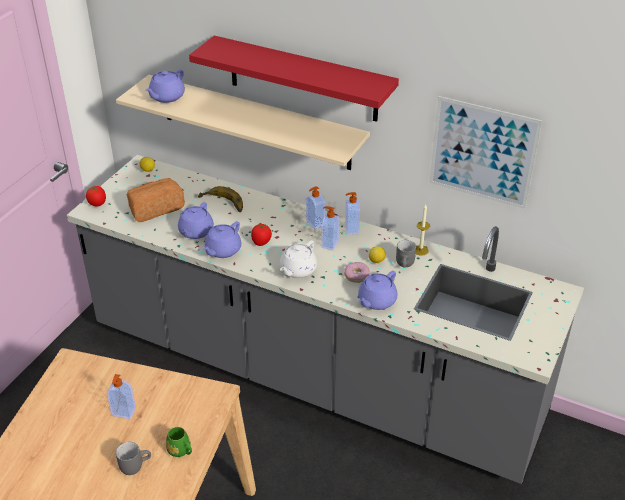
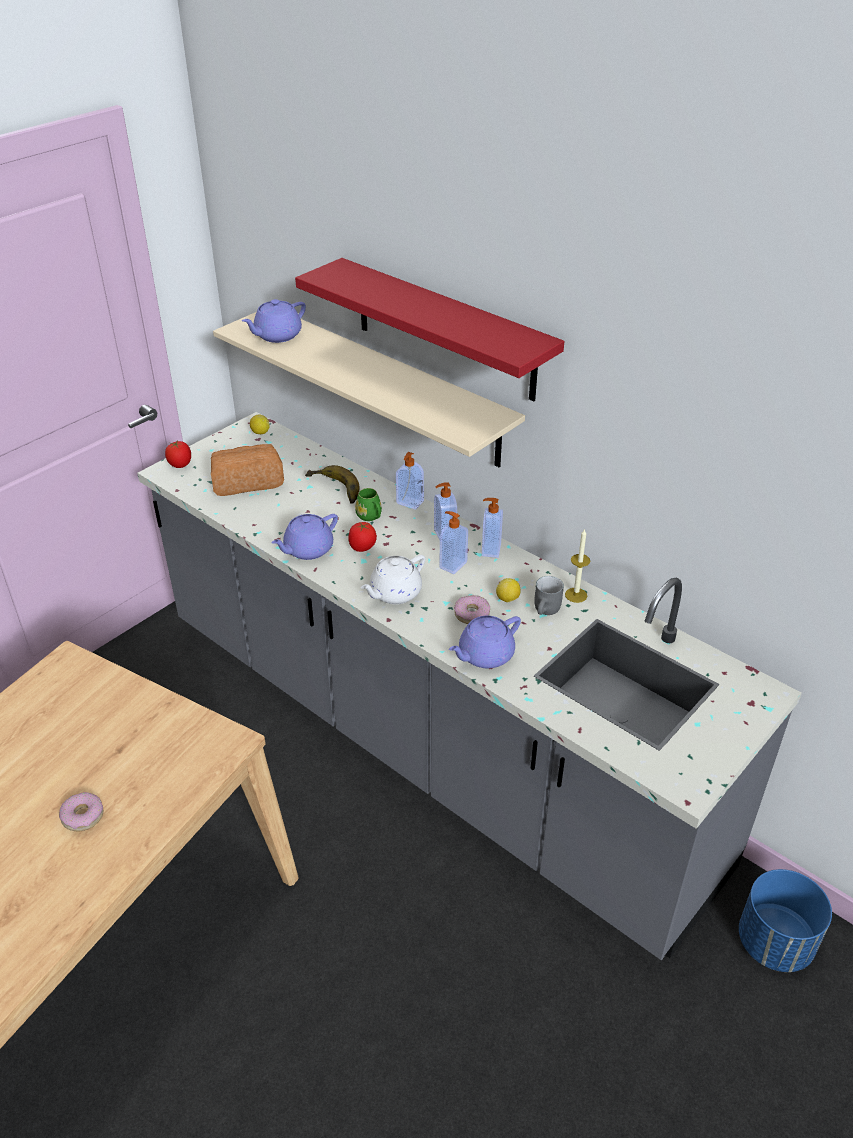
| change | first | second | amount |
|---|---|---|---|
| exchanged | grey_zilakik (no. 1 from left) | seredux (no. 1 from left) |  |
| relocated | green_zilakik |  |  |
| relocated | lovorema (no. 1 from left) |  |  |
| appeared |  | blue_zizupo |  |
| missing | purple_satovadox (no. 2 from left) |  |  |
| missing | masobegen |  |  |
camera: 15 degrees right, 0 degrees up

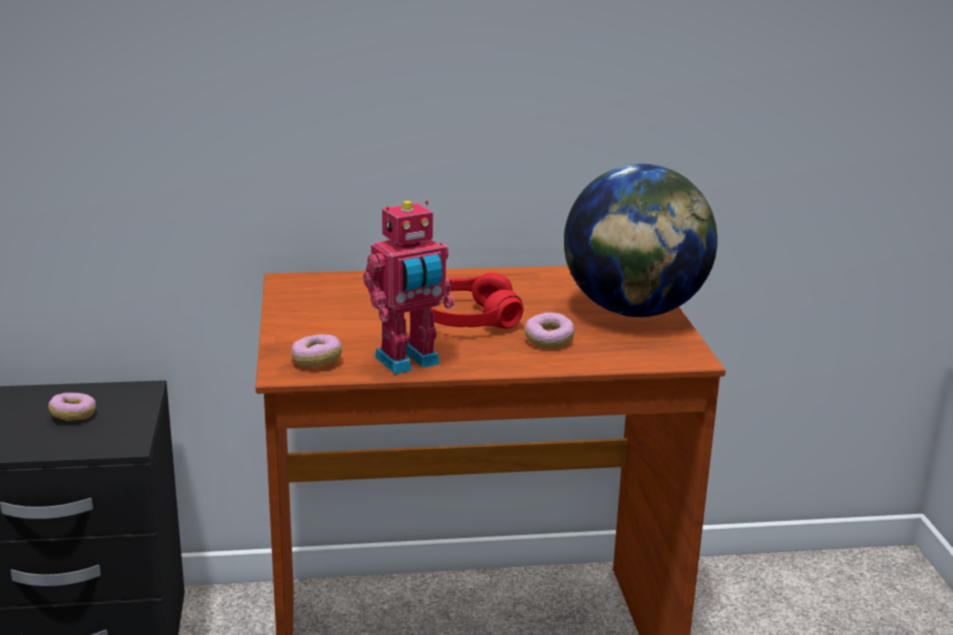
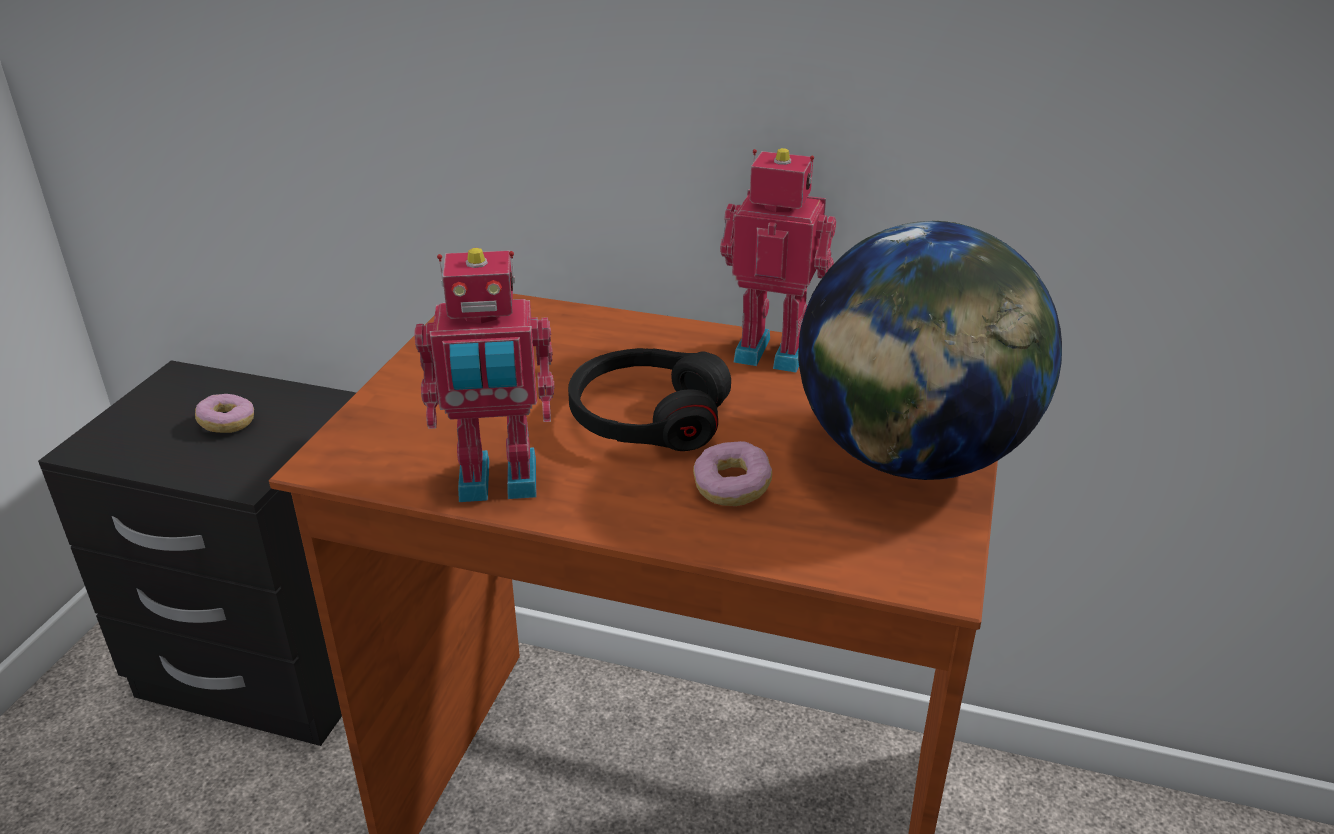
| change | first | second | amount |
|---|---|---|---|
| colour | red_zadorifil | black_zadorifil |  |
| appeared |  | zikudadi (no. 2 from left) |  |
| missing | seredux (no. 2 from left) |  |  |
camera: 25 degrees right, 10 degrees up

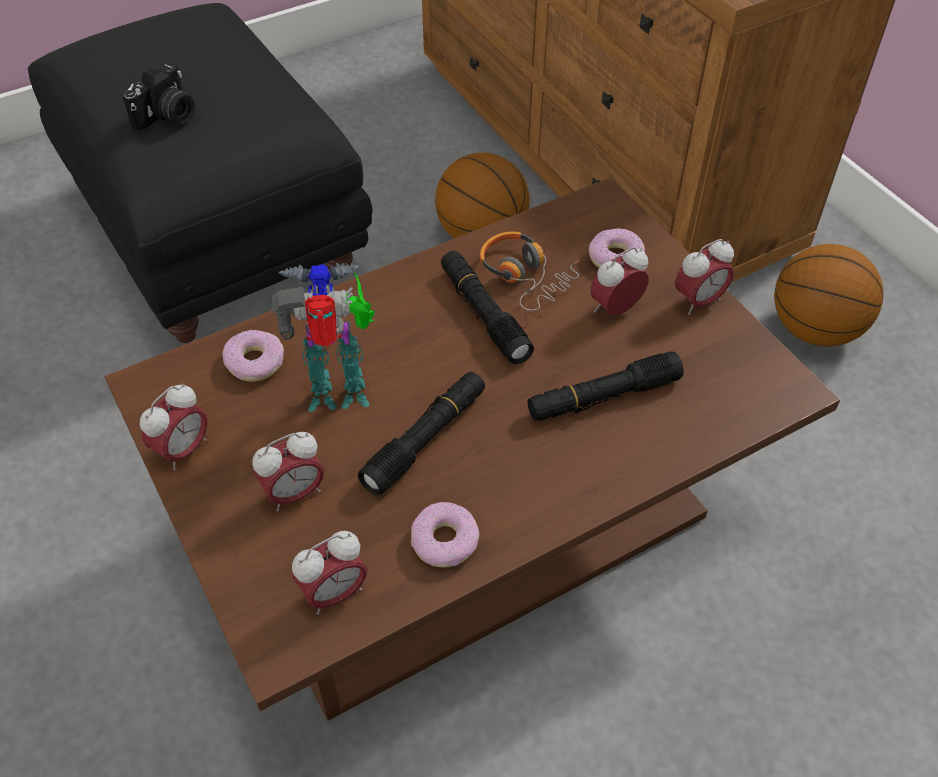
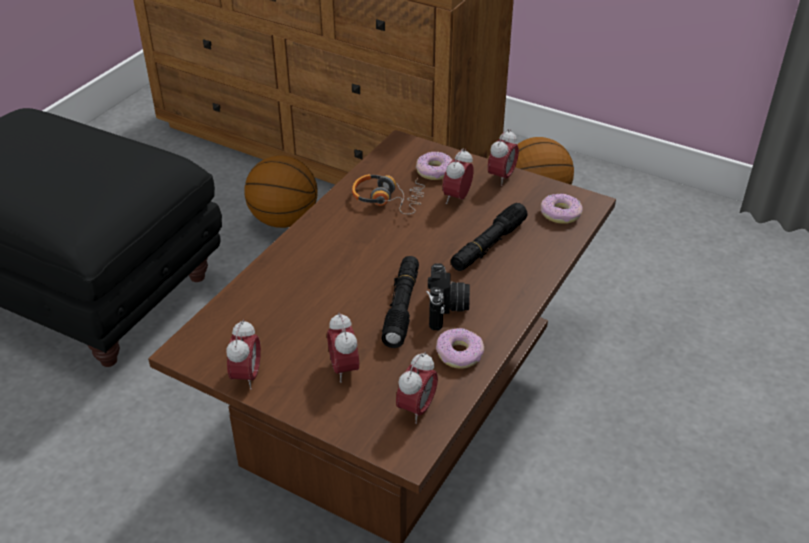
| change | first | second | amount |
|---|---|---|---|
| spun | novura (no. 2 from left) |  | 135 degrees clockwise |
| relocated | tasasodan |  |  |
| relocated | seredux (no. 1 from left in the first image) | seredux (no. 3 from left) |  |
| missing | zikudadi |  |  |
| missing | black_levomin (no. 2 from left) |  |  |
camera: 30 degrees left, 10 degrees down

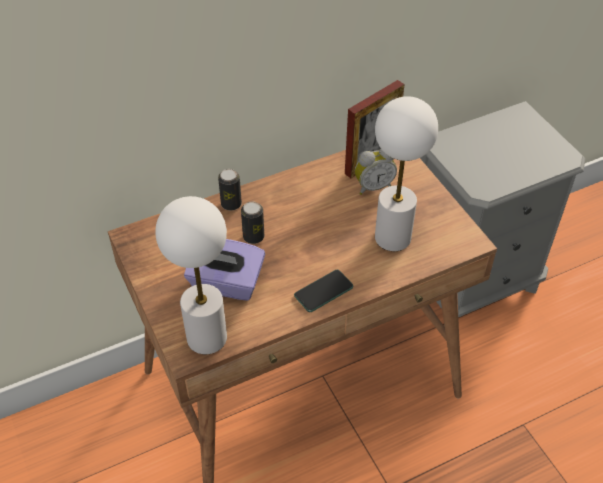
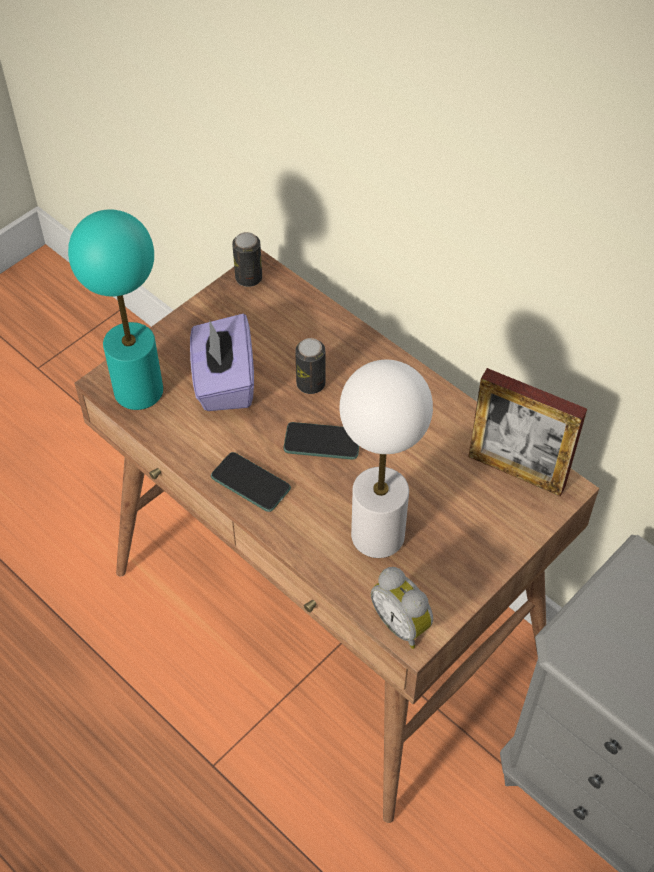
| change | first | second | amount |
|---|---|---|---|
| colour | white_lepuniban (no. 1 from left) | turquoise_lepuniban |  |
| relocated | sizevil (no. 1 from left) |  |  |
| appeared |  | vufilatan (no. 2 from left) |  |
| relocated | novura |  |  |
camera: 70 degrees right, 5 degrees up

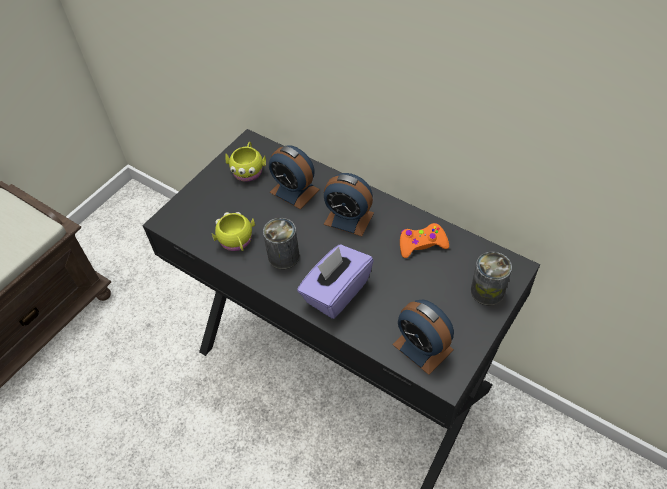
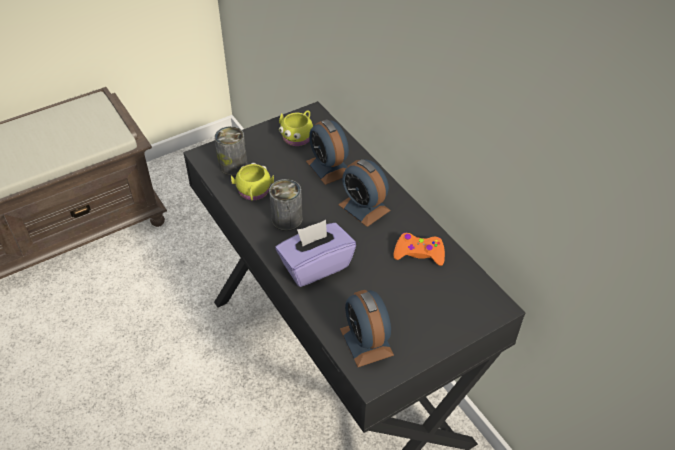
| change | first | second | amount |
|---|---|---|---|
| relocated | sizevil (no. 2 from left in the first image) | sizevil (no. 1 from left) |  |
camera: 20 degrees right, 5 degrees down

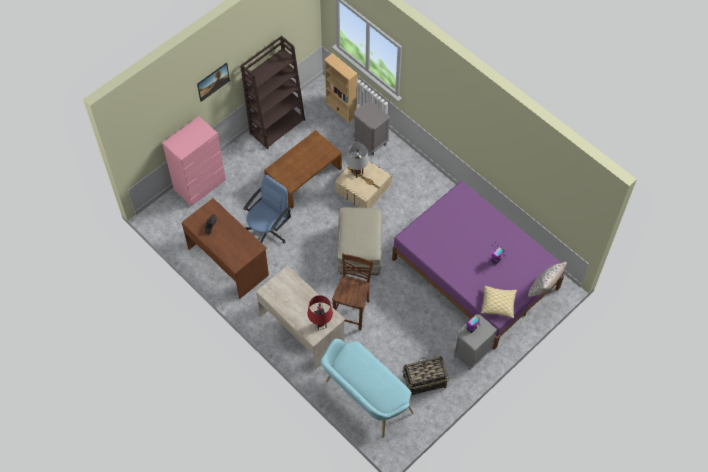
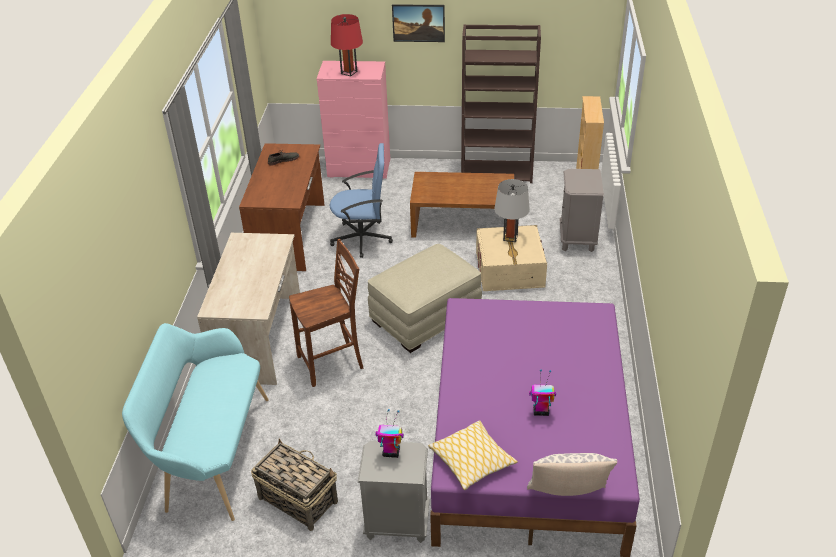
| change | first | second | amount |
|---|---|---|---|
| relocated | red_lepuniban |  |  |
camera: 50 degrees right, 20 degrees down

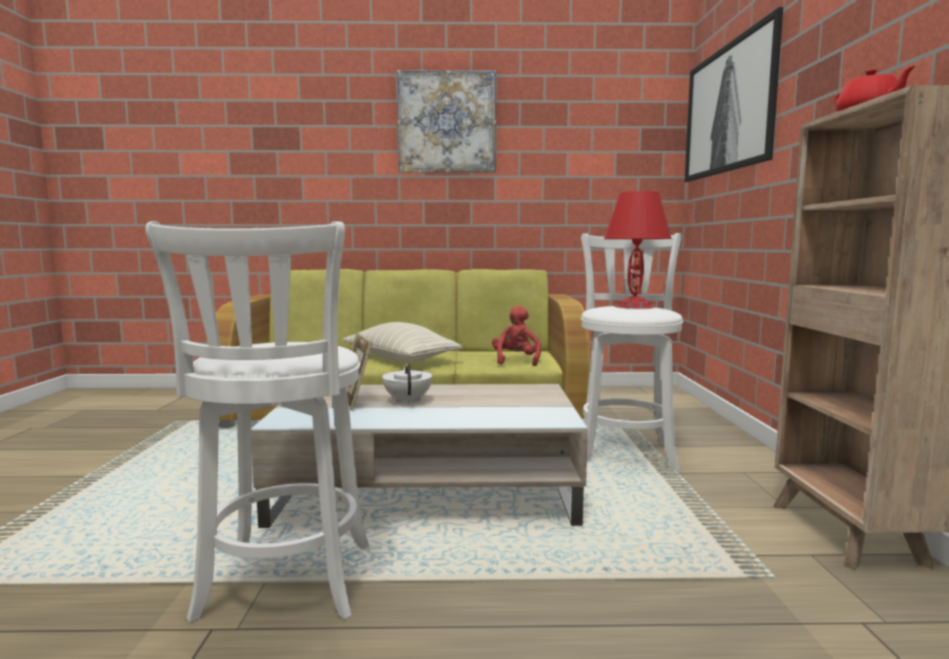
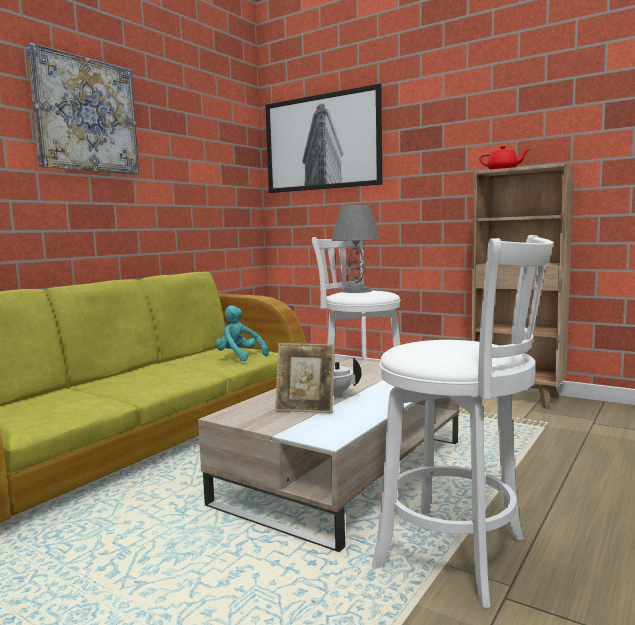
| change | first | second | amount |
|---|---|---|---|
| colour | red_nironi | turquoise_nironi |  |
| colour | red_lepuniban | grey_lepuniban |  |
| missing | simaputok |  |  |
camera: 55 degrees left, 0 degrees up

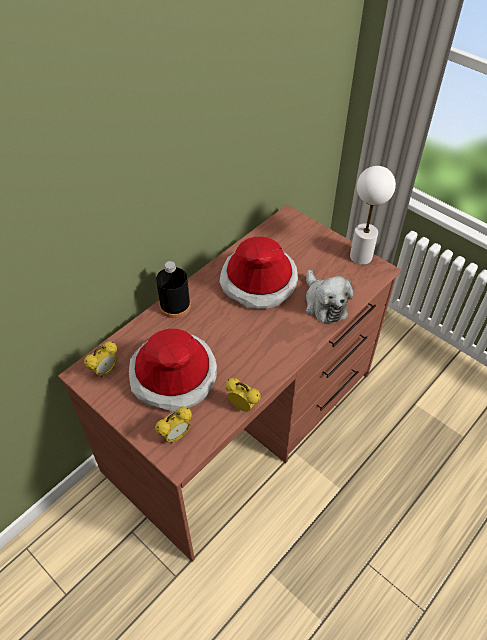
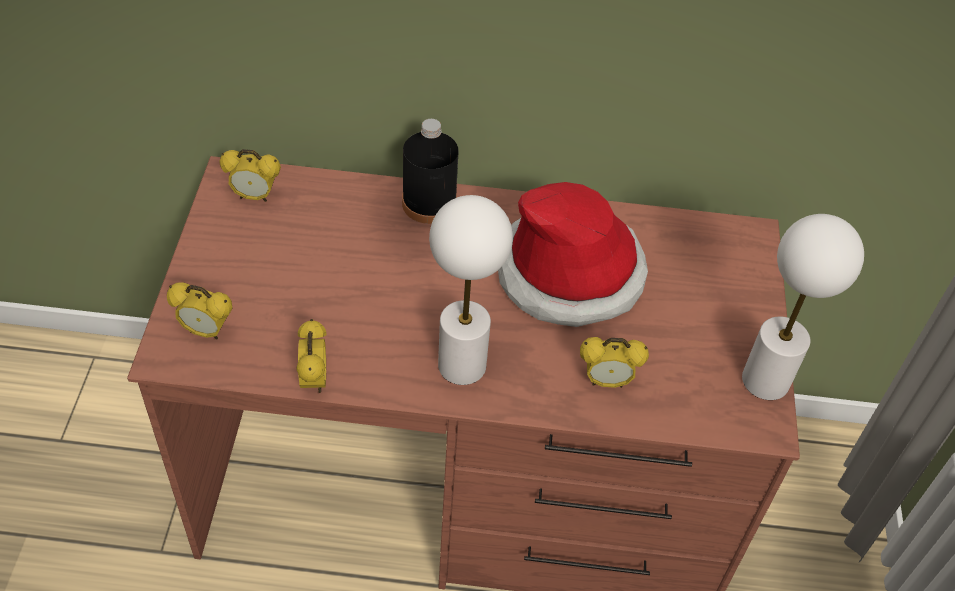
| change | first | second | amount |
|---|---|---|---|
| appeared |  | white_lepuniban (no. 1 from left) |  |
| exchanged | nironi | novura (no. 4 from left) |  |
| missing | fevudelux (no. 1 from left) |  |  |
camera: 50 degrees right, 0 degrees up

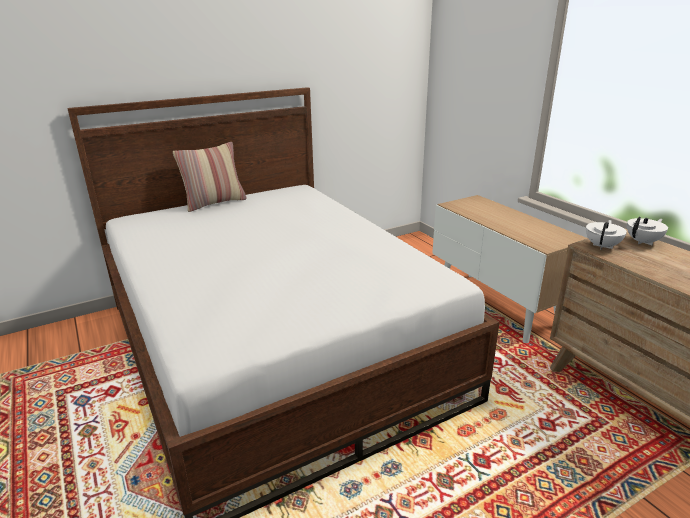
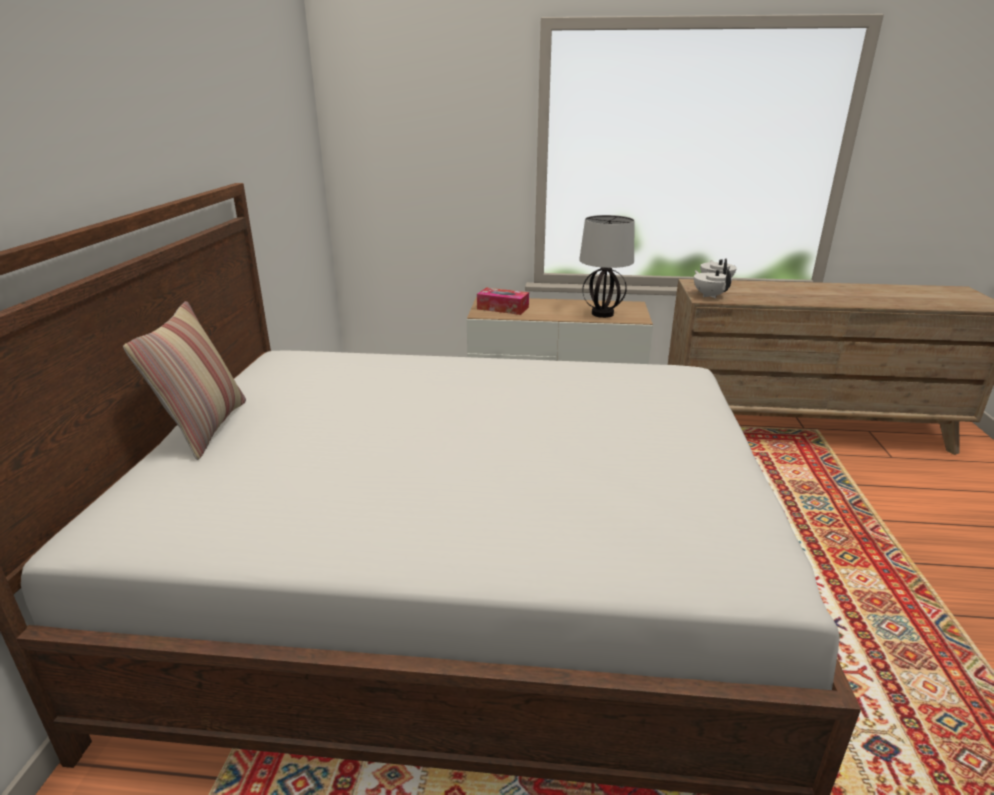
| change | first | second | amount |
|---|---|---|---|
| appeared |  | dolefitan |  |
| appeared |  | lepuniban |  |
camera: 55 degrees left, 0 degrees up

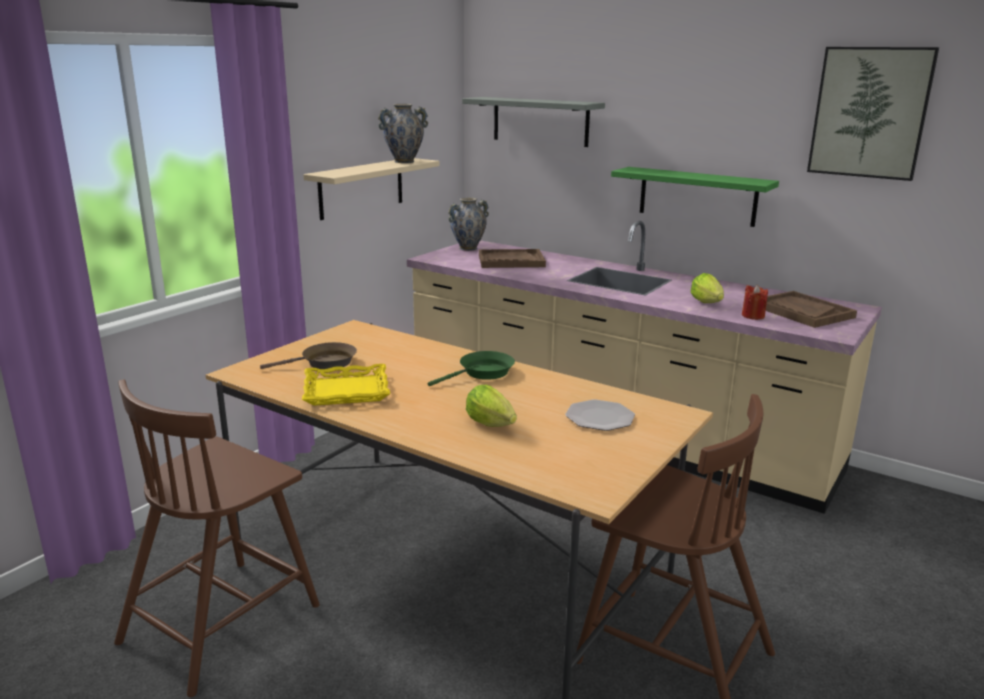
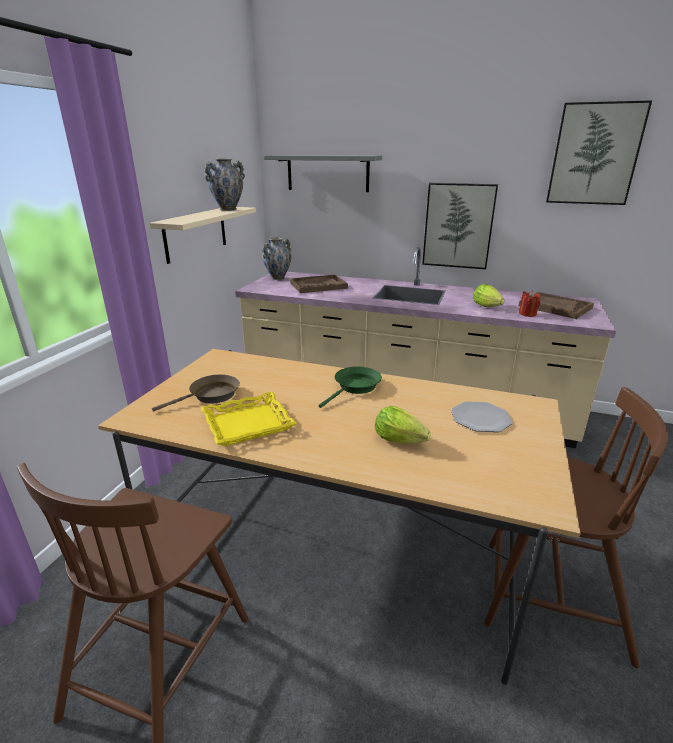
| change | first | second | amount |
|---|---|---|---|
| exchanged | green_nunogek | masobegen (no. 1 from left) |  |
camera: 15 degrees left, 5 degrees up

